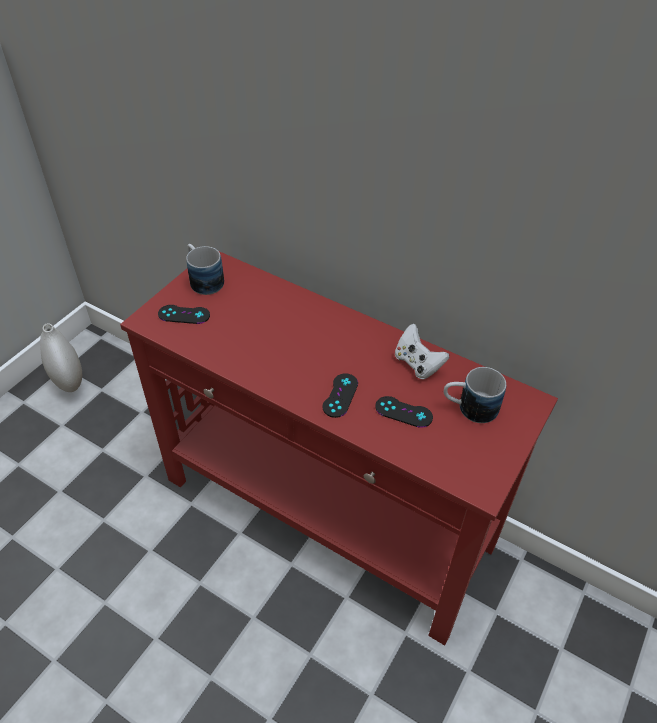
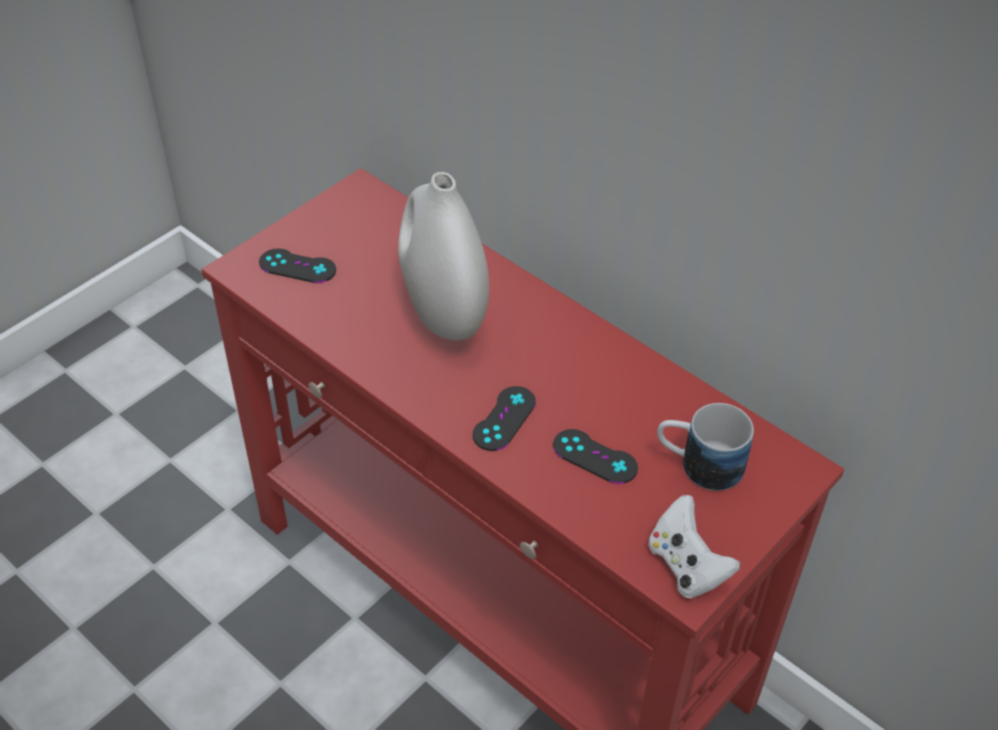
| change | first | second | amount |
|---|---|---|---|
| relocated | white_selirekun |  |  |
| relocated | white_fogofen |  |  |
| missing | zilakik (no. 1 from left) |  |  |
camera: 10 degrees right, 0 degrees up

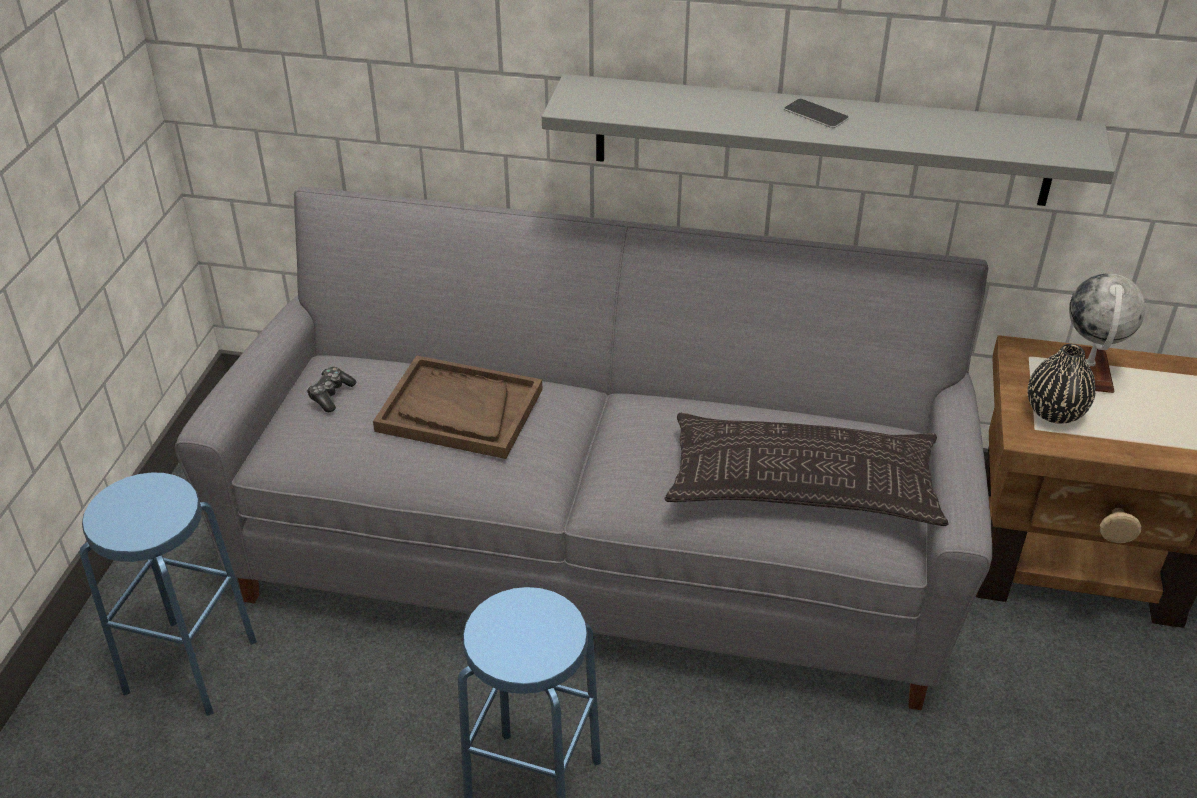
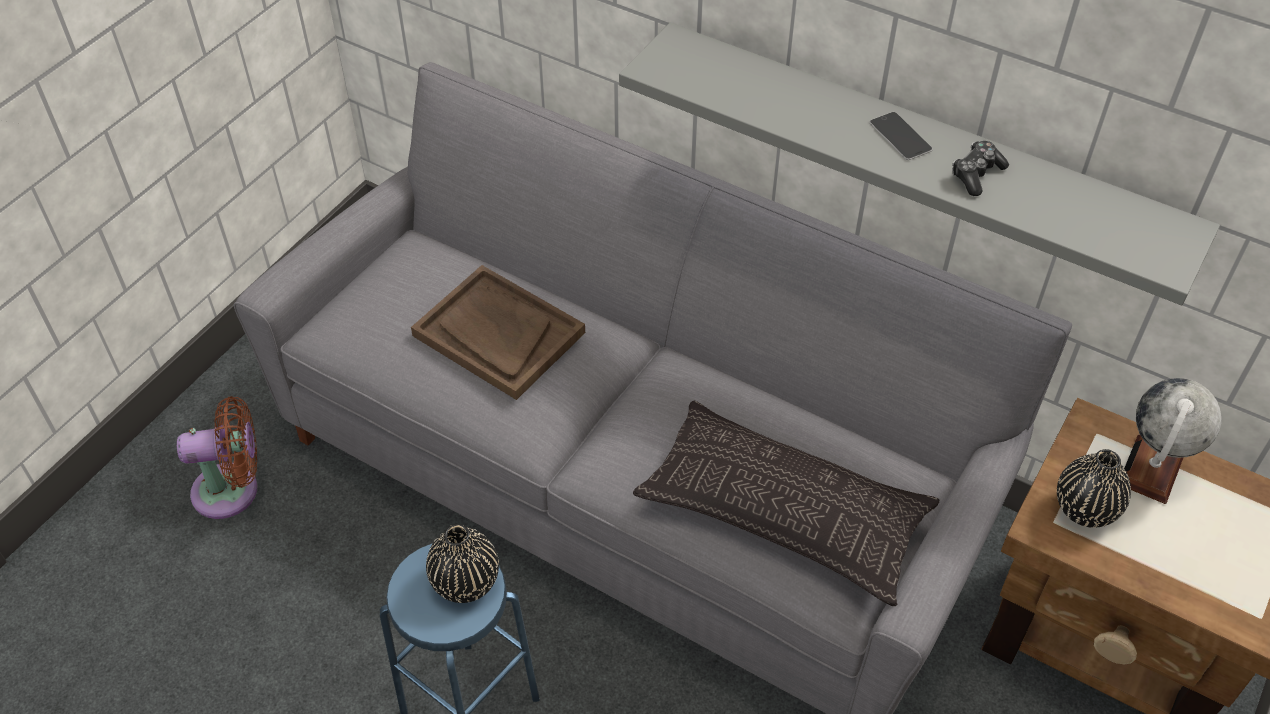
| change | first | second | amount |
|---|---|---|---|
| exchanged | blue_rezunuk (no. 1 from left) | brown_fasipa |  |
| appeared |  | black_selirekun (no. 1 from left) |  |
| relocated | fogofen |  |  |
camera: 20 degrees right, 10 degrees up

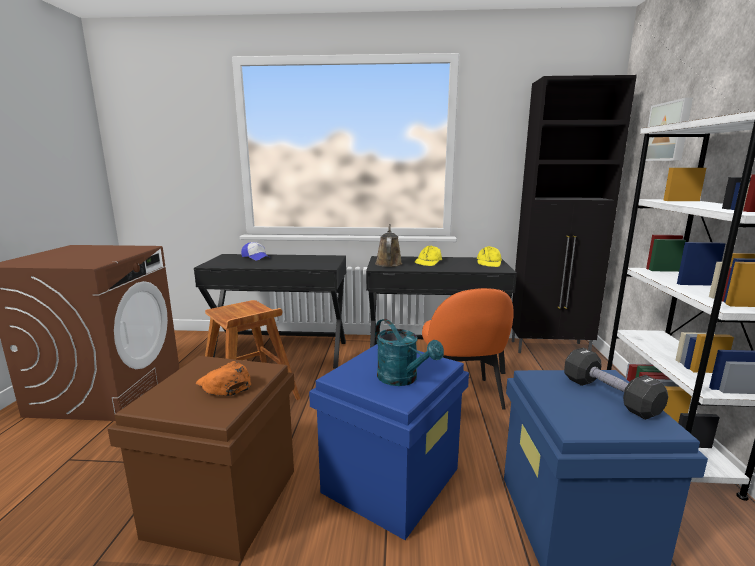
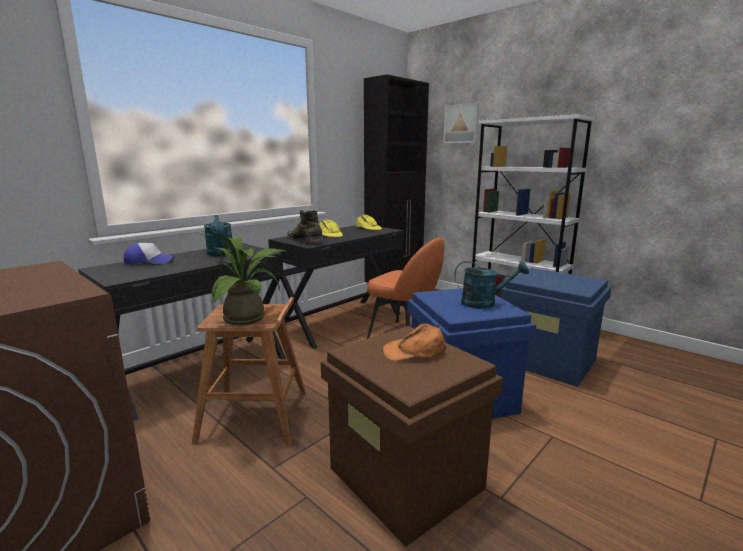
| change | first | second | amount |
|---|---|---|---|
| appeared |  | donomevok |  |
| appeared |  | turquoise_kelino (no. 1 from left) |  |
| exchanged | brown_kelino | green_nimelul |  |
| missing | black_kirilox |  |  |
camera: 50 degrees left, 0 degrees up

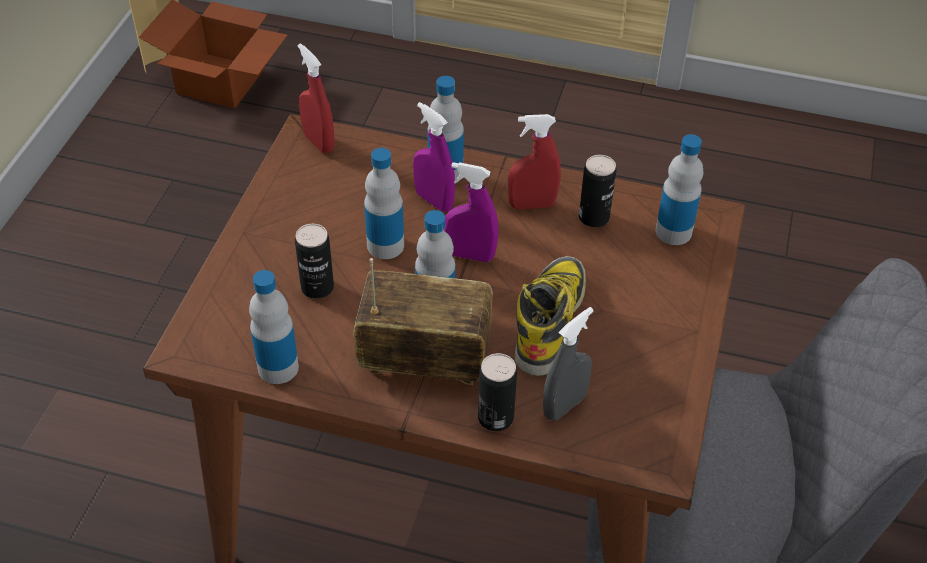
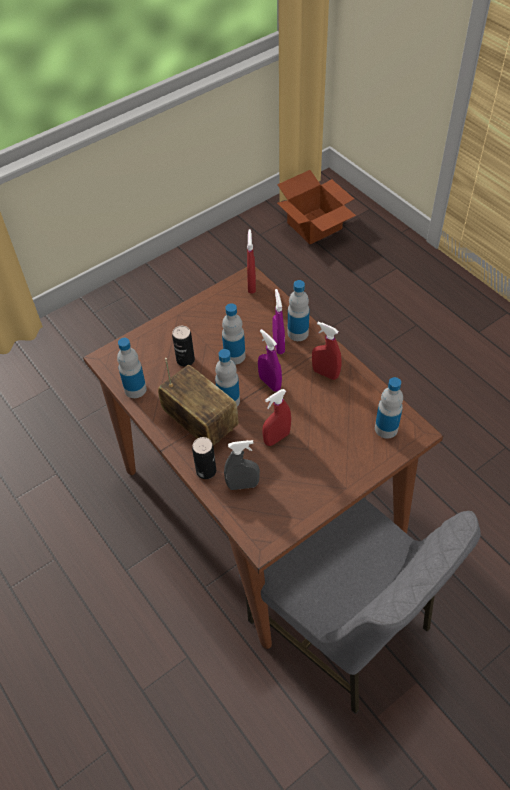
| change | first | second | amount |
|---|---|---|---|
| exchanged | nimelul | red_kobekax (no. 2 from left) |  |
| missing | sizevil (no. 3 from left) |  |  |
camera: 40 degrees right, 5 degrees up

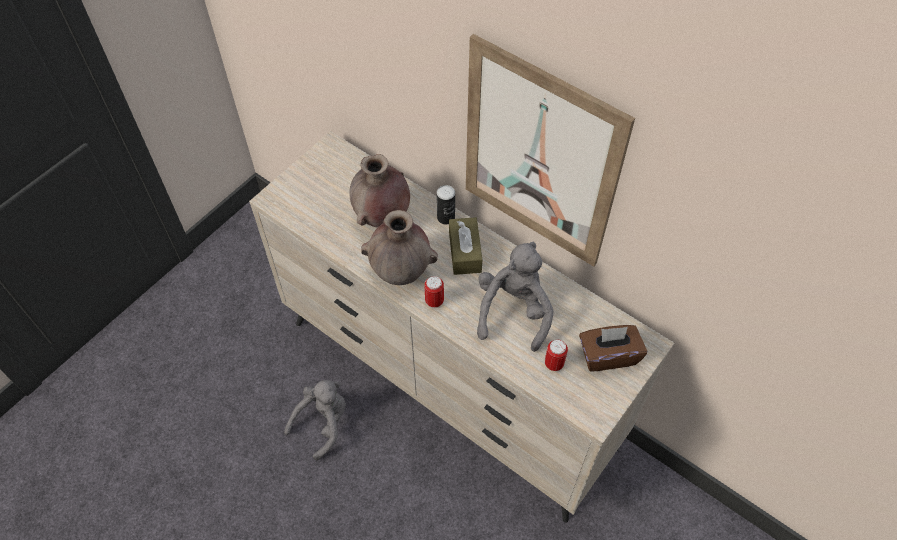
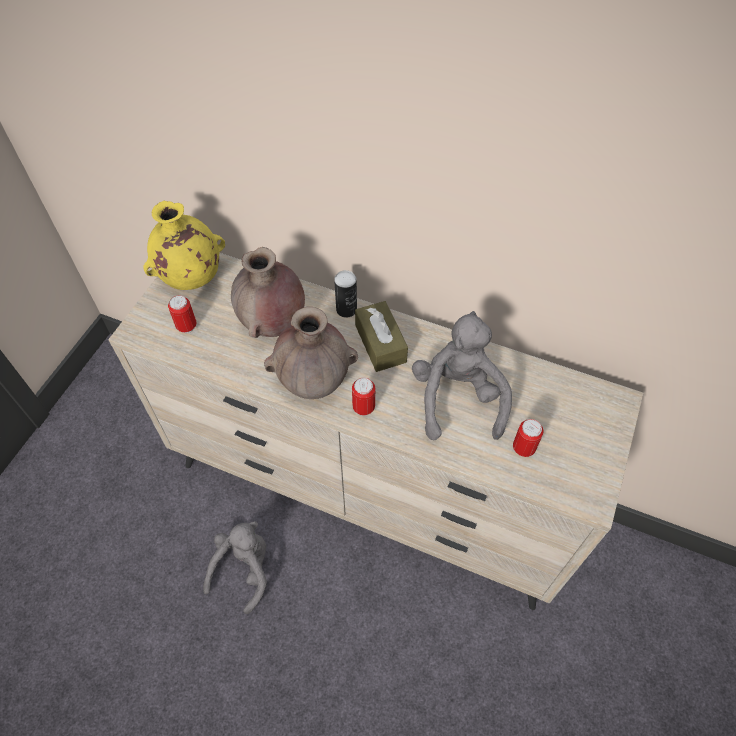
| change | first | second | amount |
|---|---|---|---|
| appeared |  | yellow_selirekun |  |
| appeared |  | sizevil (no. 1 from left) |  |
| missing | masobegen |  |  |
| missing | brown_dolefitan (no. 2 from left) |  |  |
camera: 15 degrees left, 0 degrees up

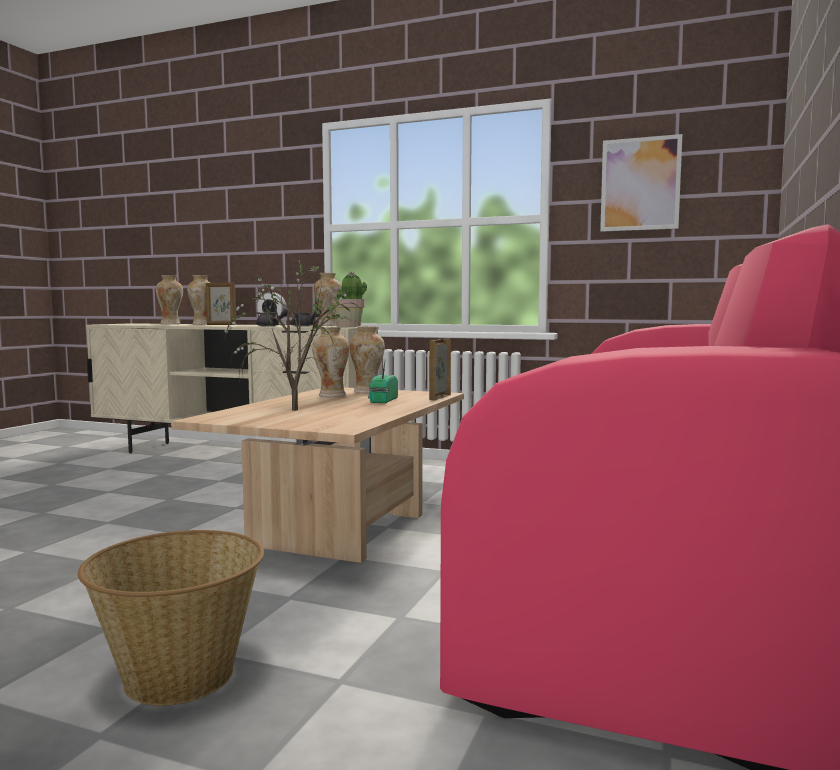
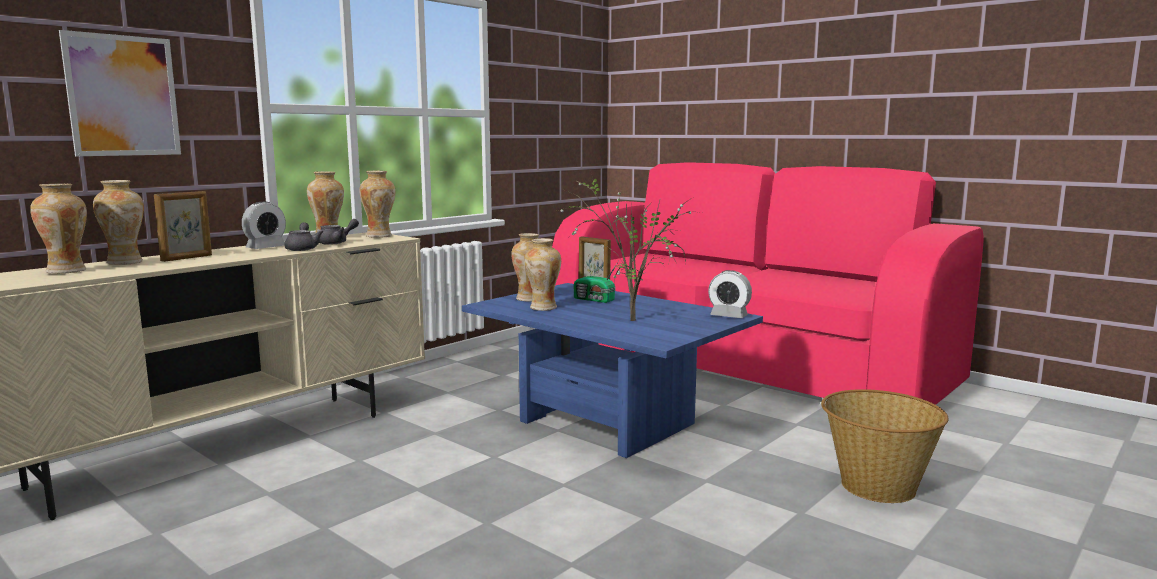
| change | first | second | amount |
|---|---|---|---|
| relocated | masobegen |  |  |
| exchanged | donomevok (no. 2 from left) | selirekun (no. 4 from left) |  |
| colour | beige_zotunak | blue_zotunak |  |
| appeared |  | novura (no. 2 from left) |  |
camera: 70 degrees left, 5 degrees up

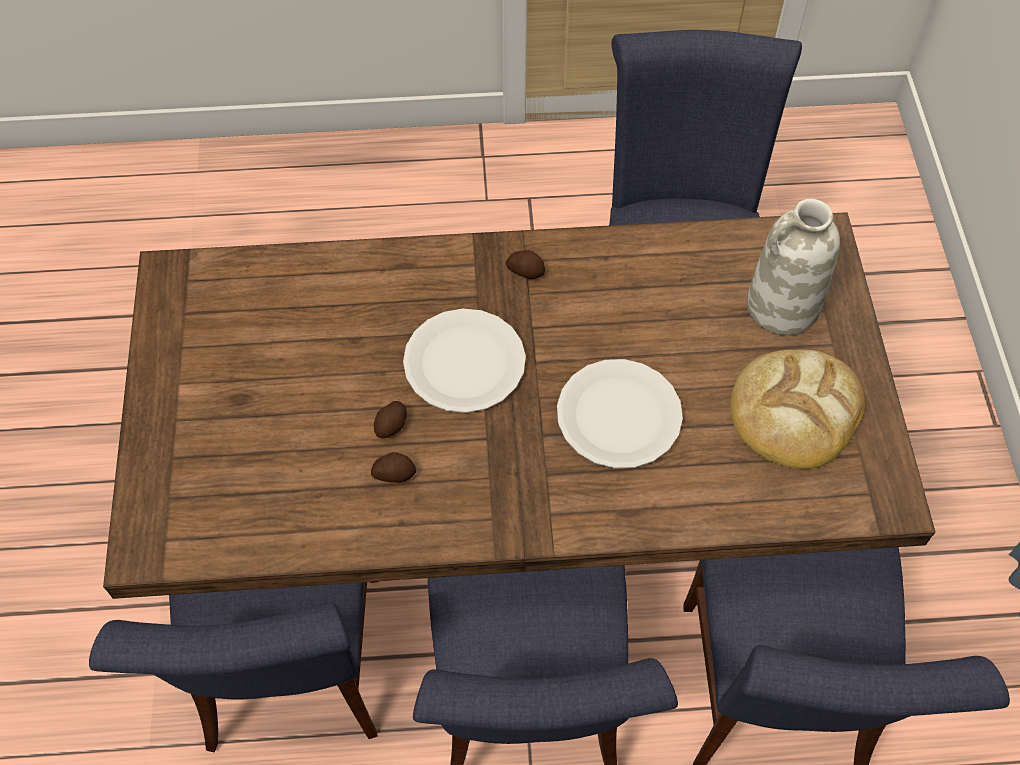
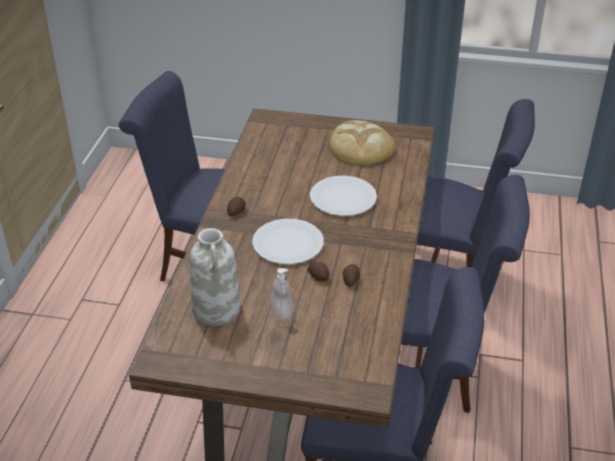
| change | first | second | amount |
|---|---|---|---|
| relocated | white_selirekun |  |  |
| appeared |  | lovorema |  |
camera: 75 degrees left, 20 degrees down

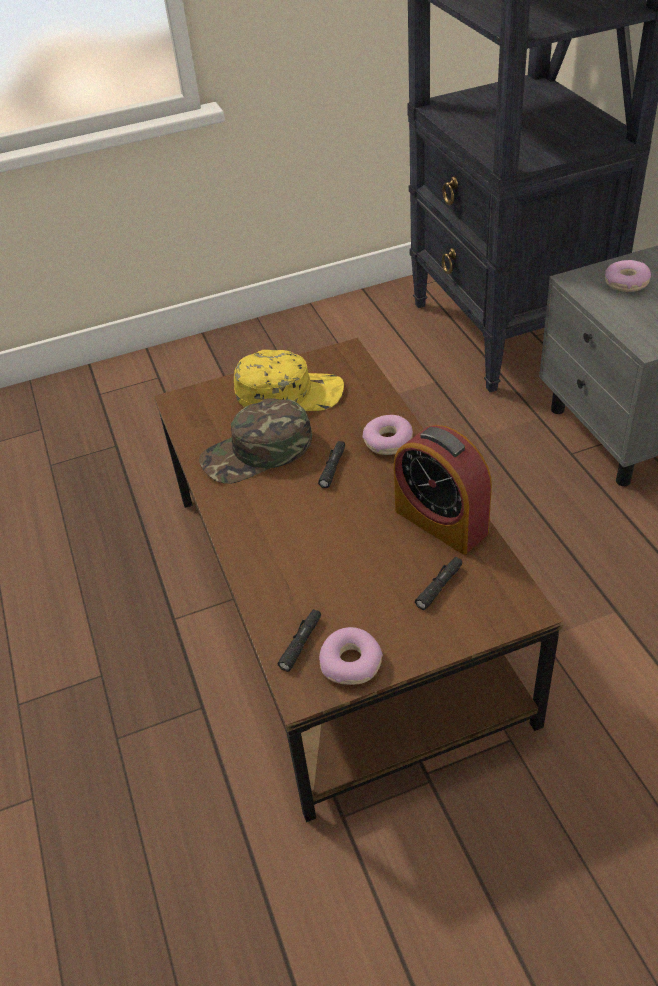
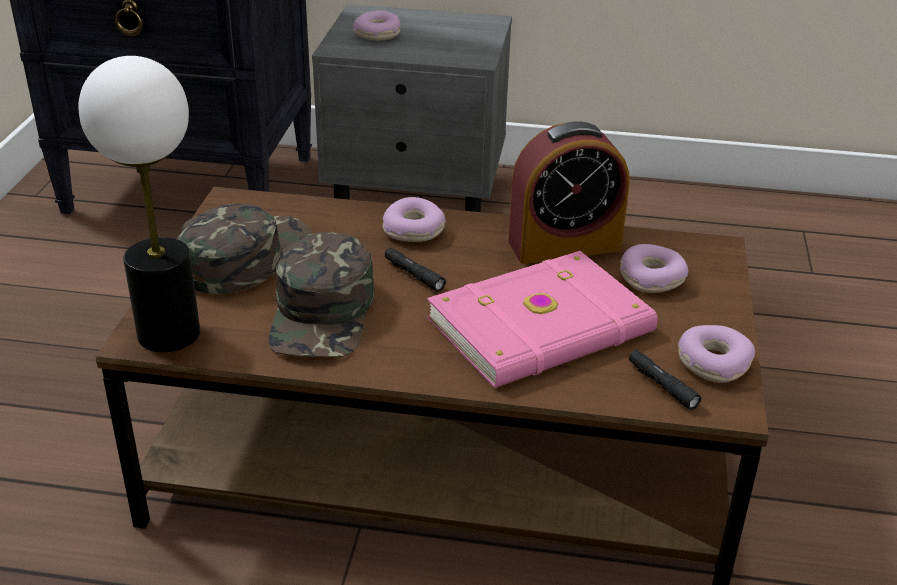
| change | first | second | amount |
|---|---|---|---|
| appeared |  | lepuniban |  |
| colour | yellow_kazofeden | green_kazofeden (no. 1 from left) |  |
| appeared |  | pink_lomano |  |
| exchanged | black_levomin (no. 3 from left) | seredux (no. 3 from left) |  |
camera: 65 degrees left, 10 degrees down

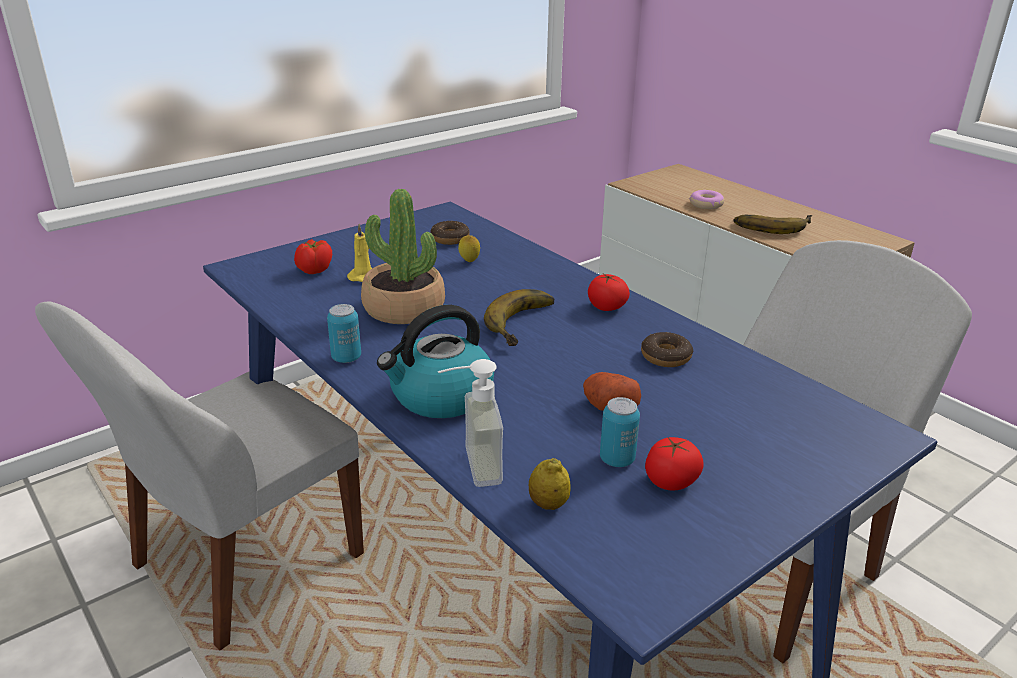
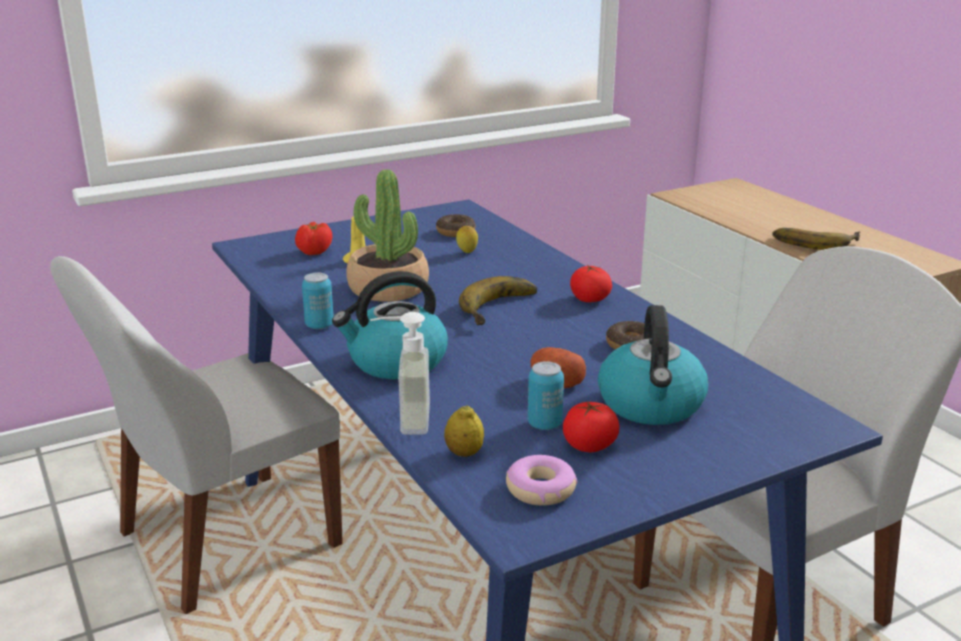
| change | first | second | amount |
|---|---|---|---|
| relocated | seredux (no. 3 from left in the first image) | seredux (no. 2 from left) |  |
| appeared |  | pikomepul (no. 2 from left) |  |
camera: 10 degrees right, 5 degrees down

